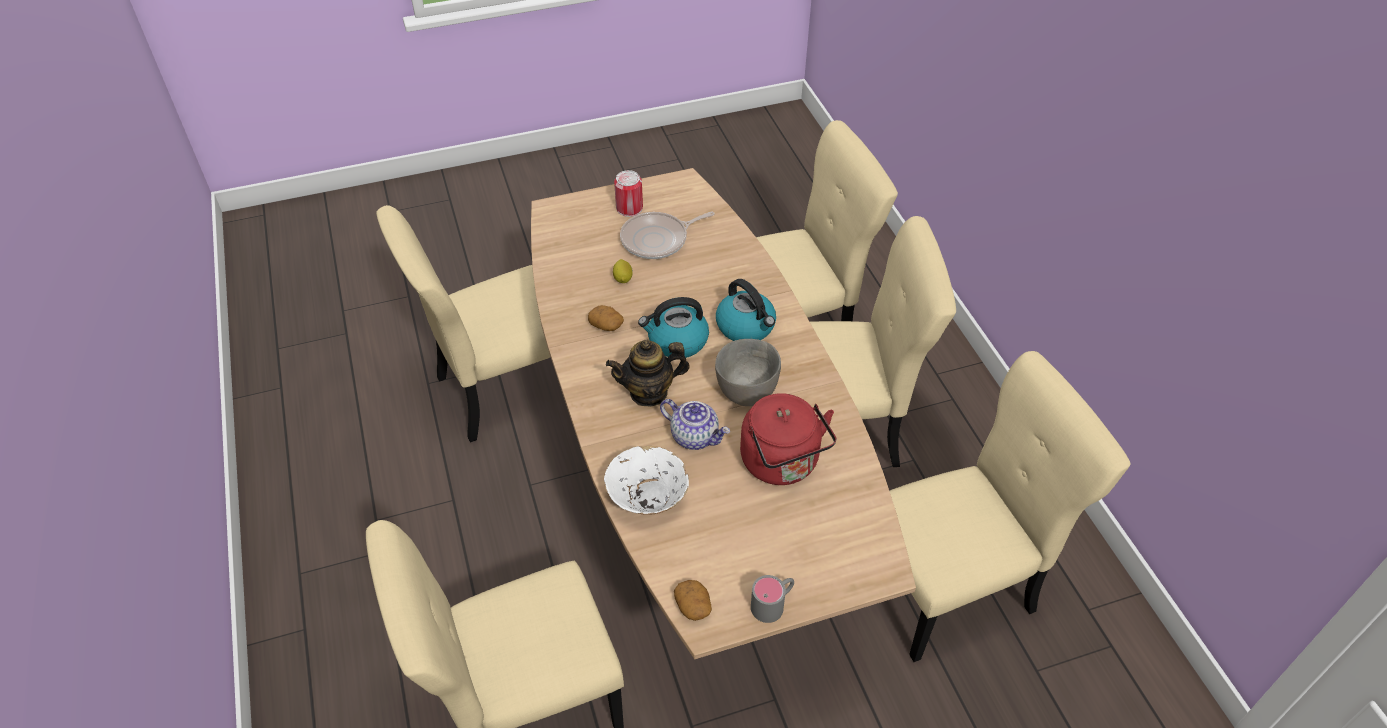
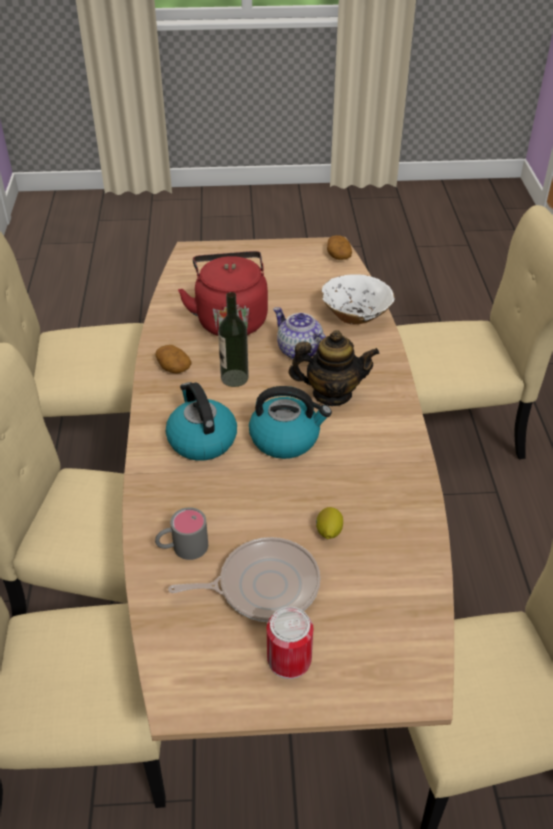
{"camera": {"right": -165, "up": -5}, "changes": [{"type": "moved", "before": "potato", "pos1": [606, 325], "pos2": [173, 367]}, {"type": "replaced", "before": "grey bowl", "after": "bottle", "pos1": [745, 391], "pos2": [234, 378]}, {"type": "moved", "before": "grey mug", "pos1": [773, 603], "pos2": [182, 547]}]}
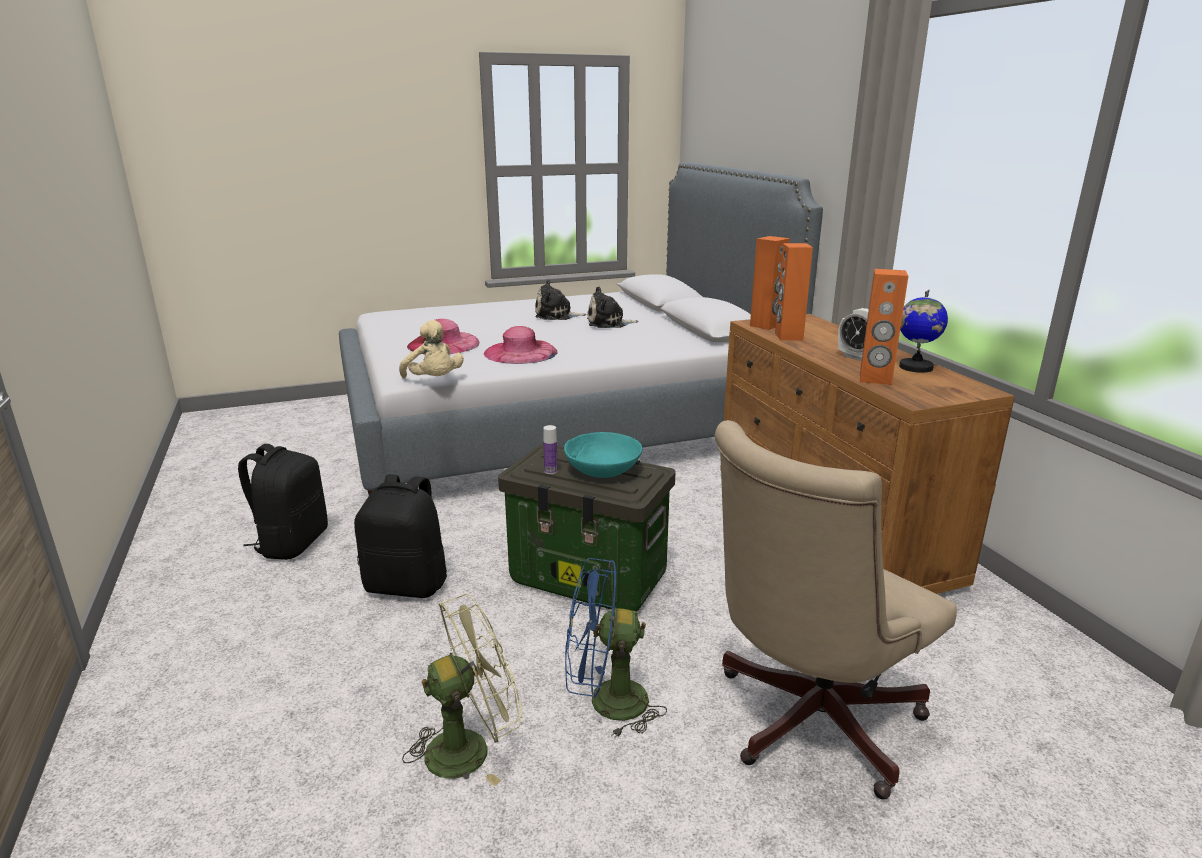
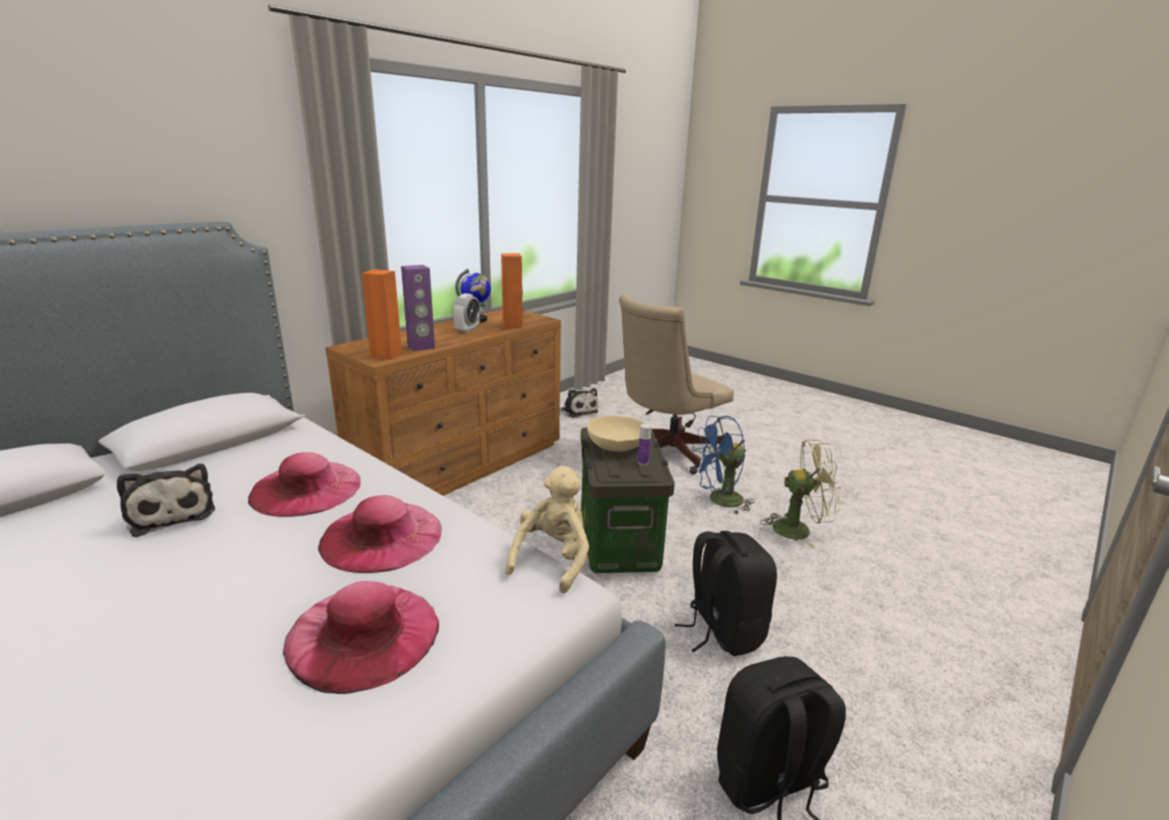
{"camera": {"right": -120, "up": 0}, "changes": [{"type": "turned", "before": "green fan", "pos1": [470, 747], "pos2": [799, 529], "turn": 150}, {"type": "moved", "before": "plush toy", "pos1": [556, 316], "pos2": [578, 411]}, {"type": "recoloured", "before": "turquoise bowl", "after": "beige bowl", "pos1": [602, 470], "pos2": [617, 445]}, {"type": "turned", "before": "blue fan", "pos1": [605, 703], "pos2": [719, 501], "turn": 105}, {"type": "turned", "before": "beige office chair", "pos1": [807, 723], "pos2": [665, 452], "turn": 120}, {"type": "recoloured", "before": "orange speaker", "after": "purple speaker", "pos1": [788, 336], "pos2": [421, 347]}, {"type": "added", "after": "pink hat", "pos2": [306, 488]}]}
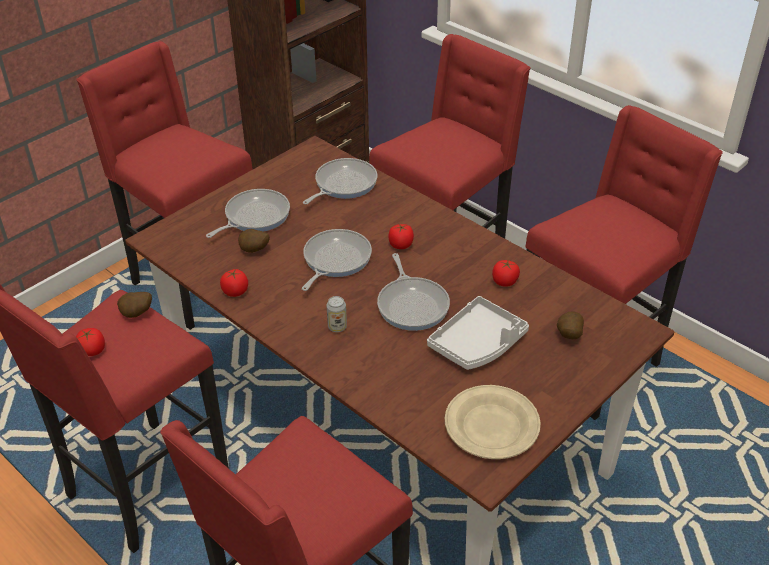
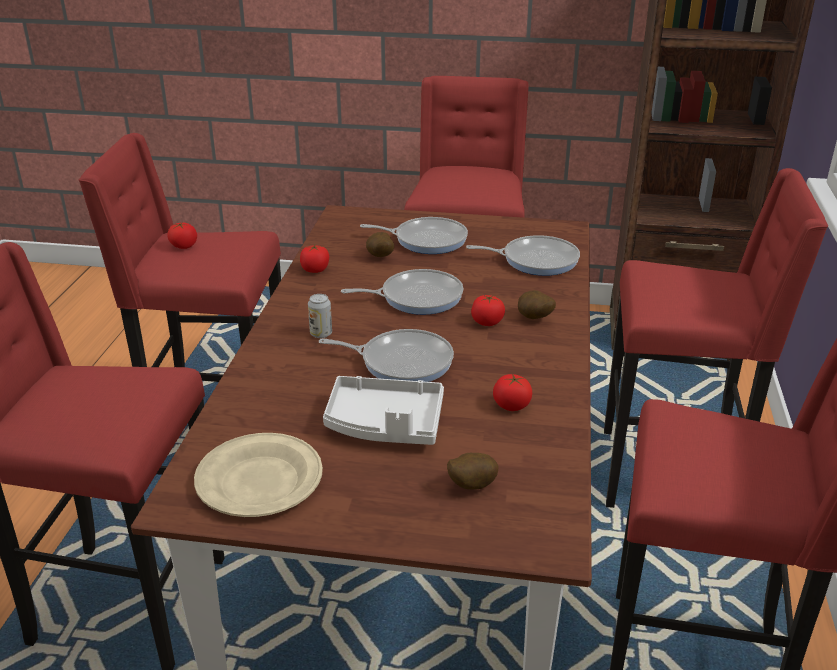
{"camera": {"right": 55, "up": -10}, "changes": [{"type": "moved", "before": "potato", "pos1": [137, 314], "pos2": [534, 319]}, {"type": "turned", "before": "frying pan", "pos1": [412, 304], "pos2": [401, 362], "turn": -120}]}
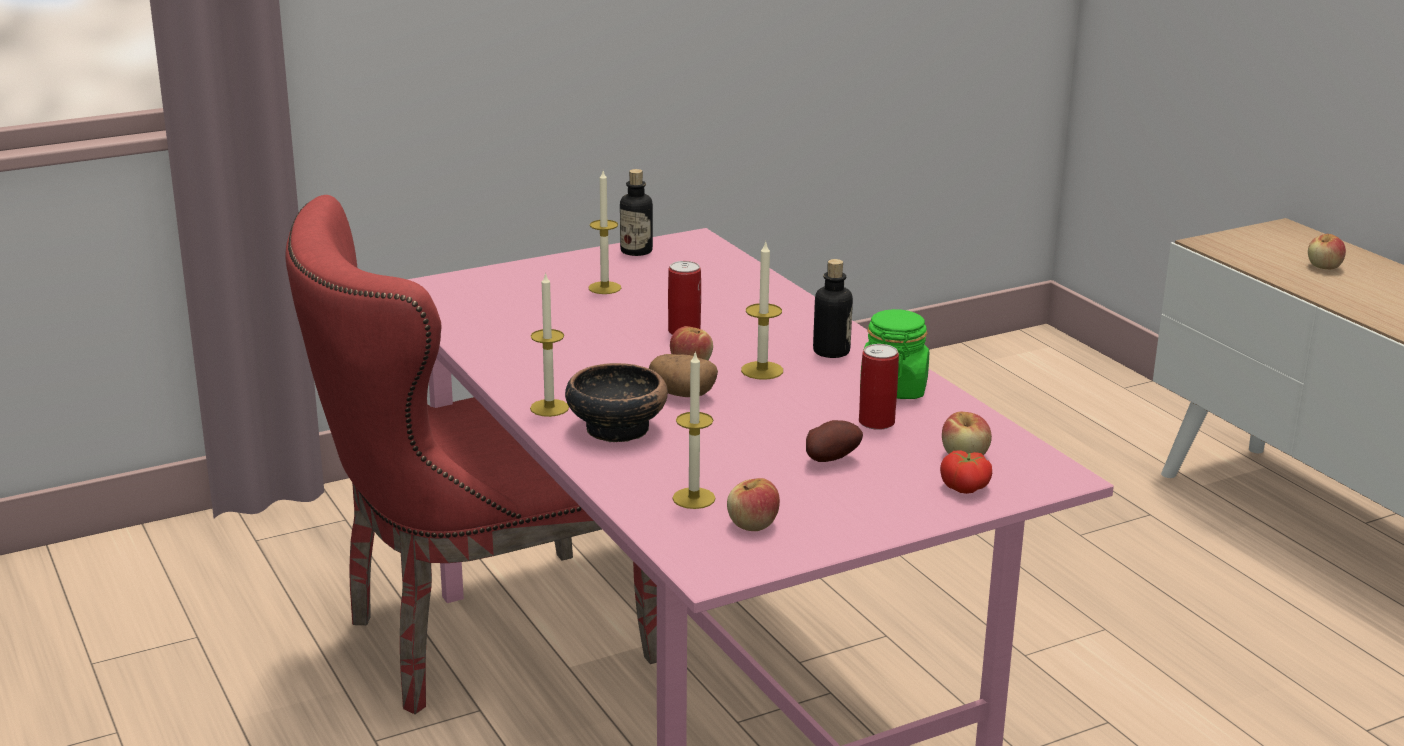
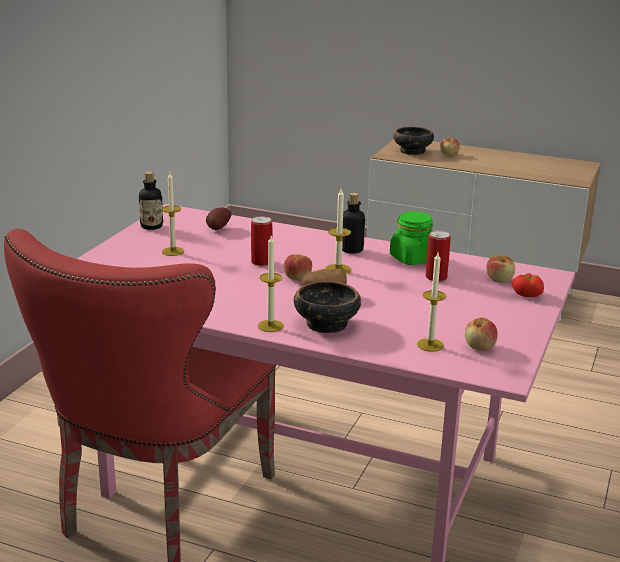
{"camera": {"right": -40, "up": 0}, "changes": [{"type": "moved", "before": "potato", "pos1": [830, 459], "pos2": [217, 229]}, {"type": "added", "after": "bowl", "pos2": [412, 151]}]}
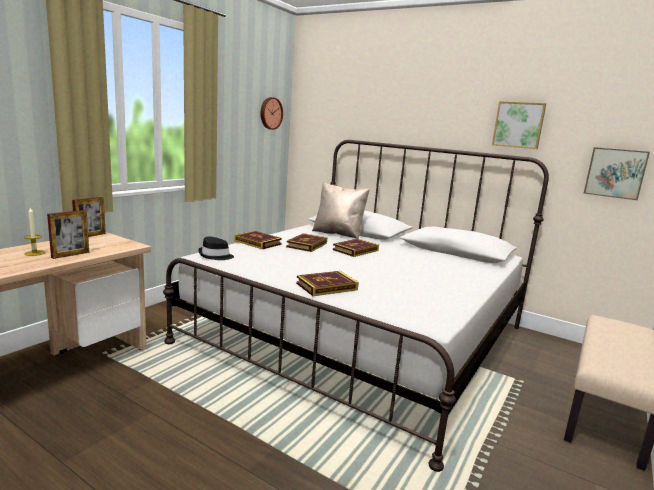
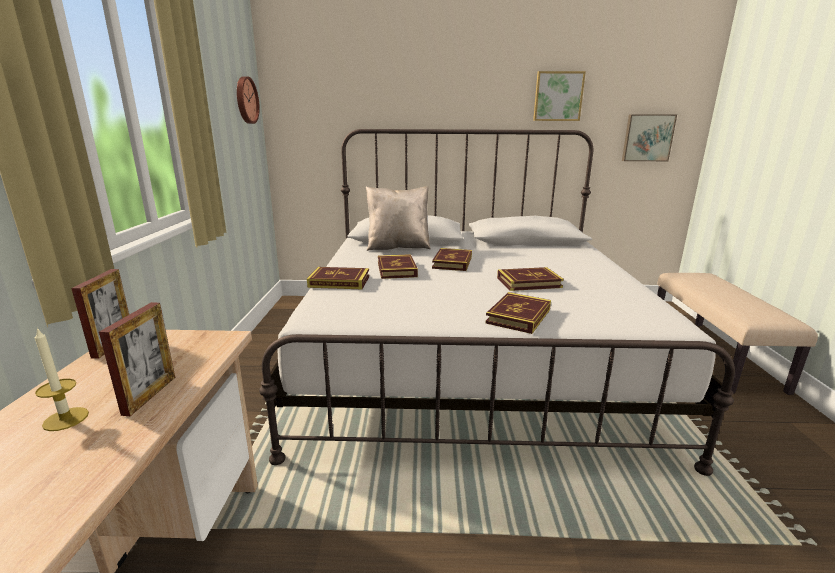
{"camera": {"right": -30, "up": 5}, "changes": [{"type": "removed", "before": "black hat", "pos1": [215, 256]}, {"type": "added", "after": "book", "pos2": [528, 282]}]}
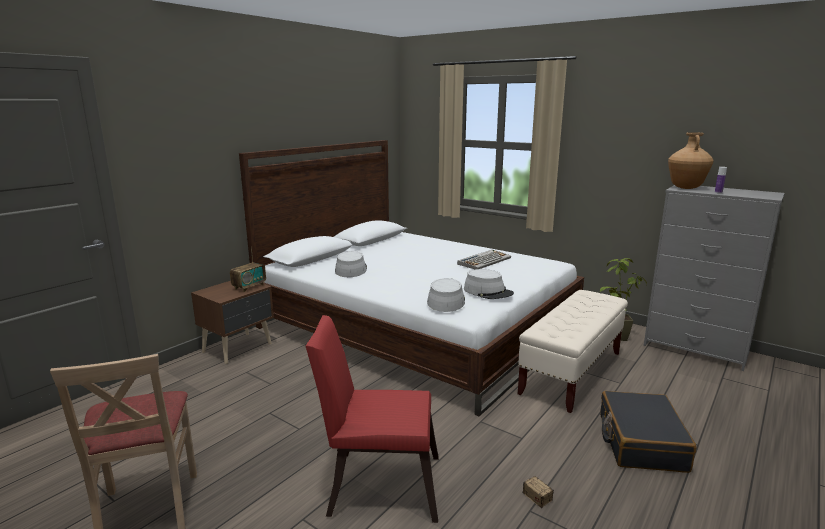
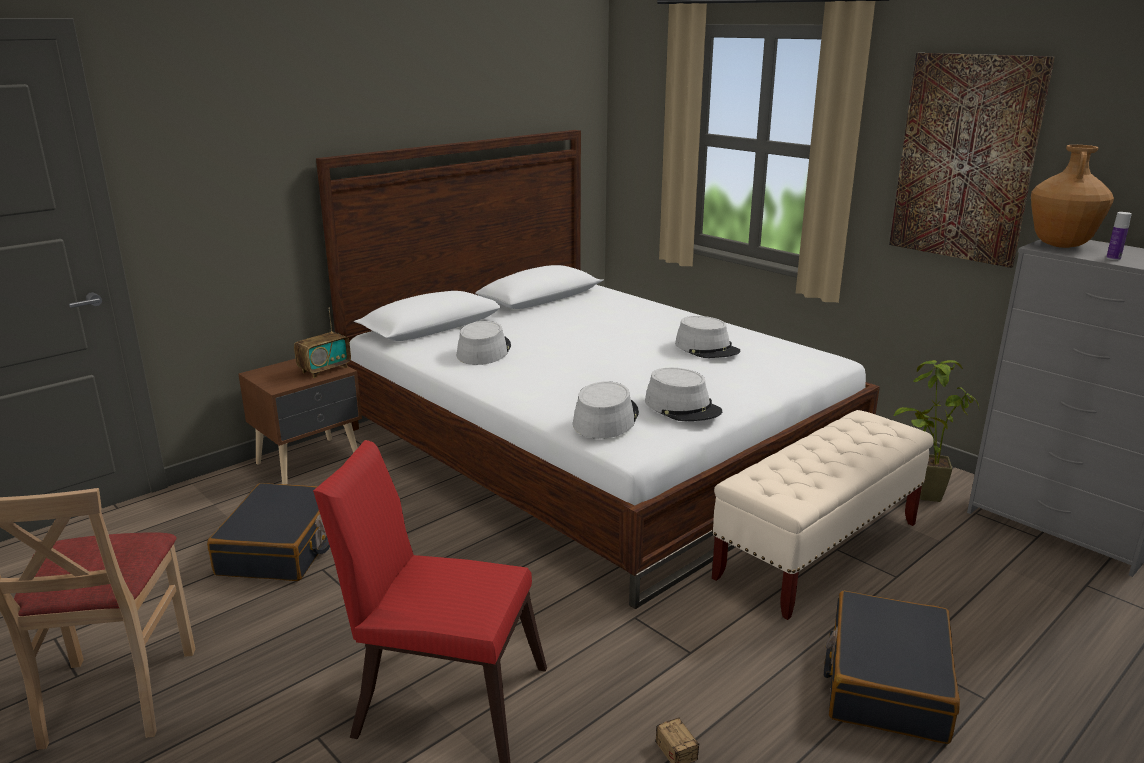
{"camera": {"right": 10, "up": 5}, "changes": [{"type": "replaced", "before": "keyboard", "after": "grey hat", "pos1": [484, 261], "pos2": [707, 348]}, {"type": "added", "after": "black suitcase", "pos2": [282, 547]}, {"type": "added", "after": "picture", "pos2": [966, 158]}]}
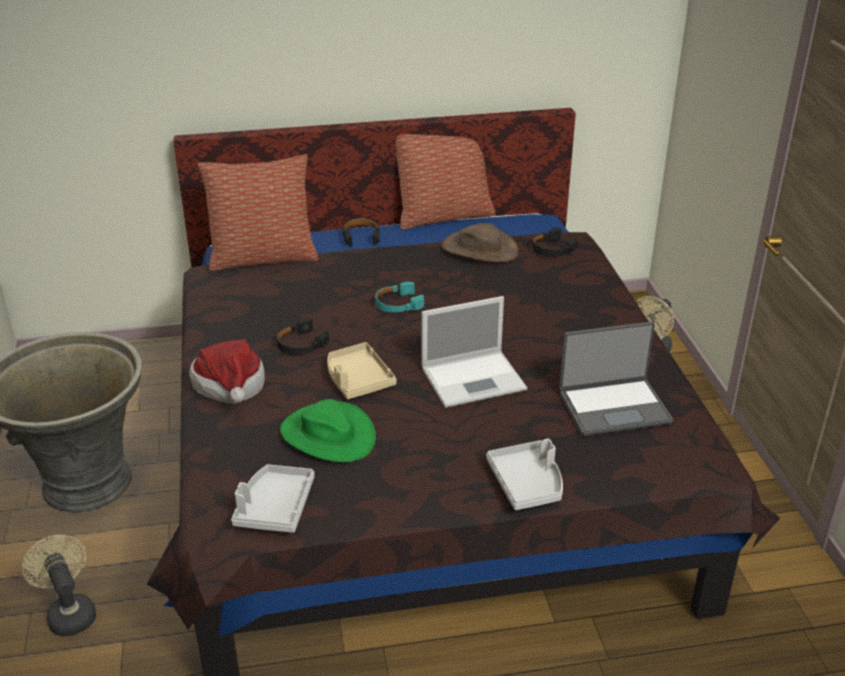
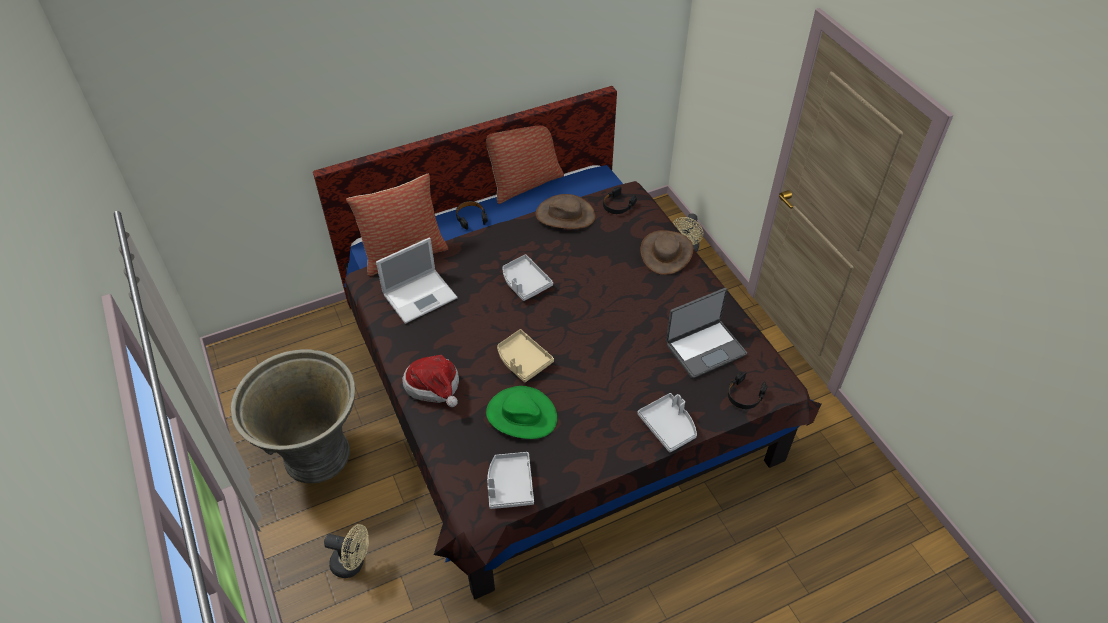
{"camera": {"right": -15, "up": 15}, "changes": [{"type": "turned", "before": "beige fan", "pos1": [69, 612], "pos2": [353, 564], "turn": 150}, {"type": "moved", "before": "black headphones", "pos1": [300, 344], "pos2": [744, 395]}, {"type": "replaced", "before": "turquoise headphones", "after": "grey tray", "pos1": [398, 304], "pos2": [525, 283]}, {"type": "moved", "before": "laptop", "pos1": [475, 378], "pos2": [421, 295]}, {"type": "added", "after": "brown hat", "pos2": [666, 253]}]}
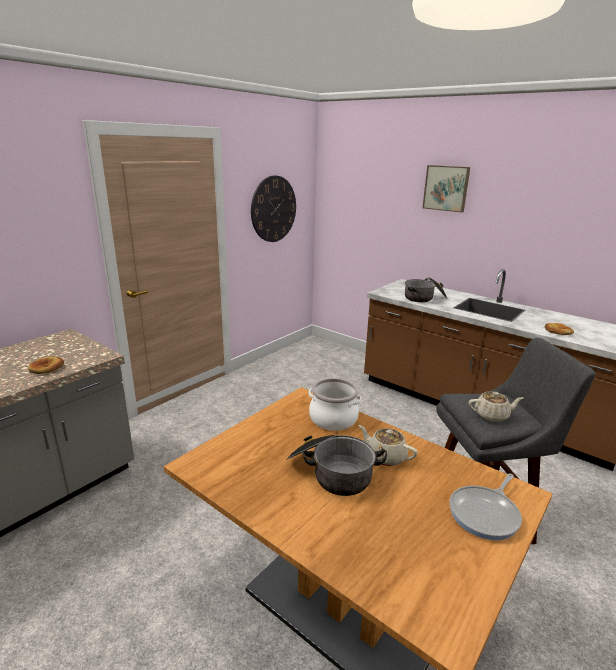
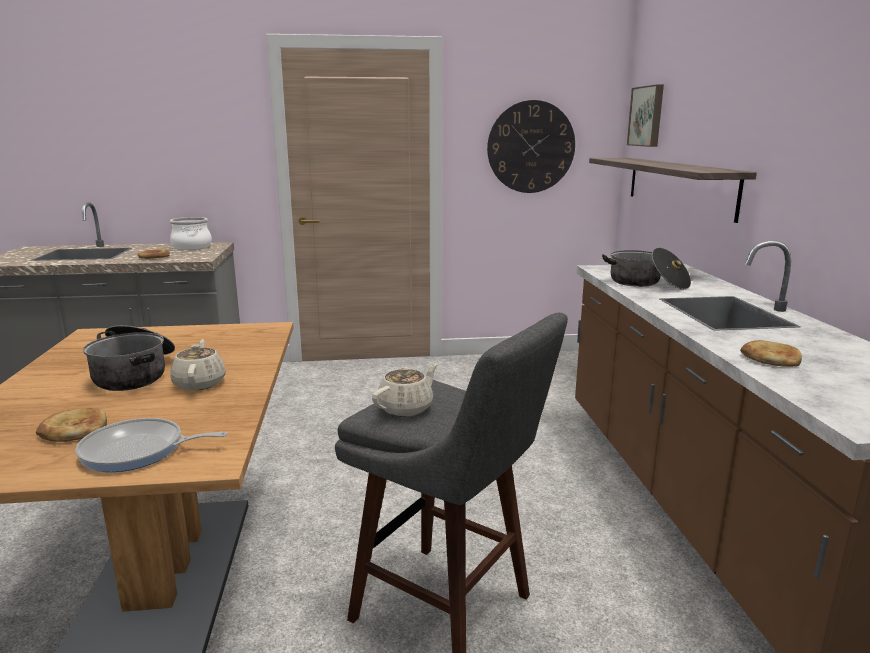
{"camera": {"right": 45, "up": -5}, "changes": [{"type": "moved", "before": "cooking pot", "pos1": [333, 418], "pos2": [192, 247]}, {"type": "moved", "before": "picture", "pos1": [446, 188], "pos2": [647, 116]}, {"type": "turned", "before": "beige teapot", "pos1": [492, 416], "pos2": [406, 408], "turn": -90}, {"type": "added", "after": "bread", "pos2": [74, 430]}, {"type": "added", "after": "shelf", "pos2": [678, 185]}]}
